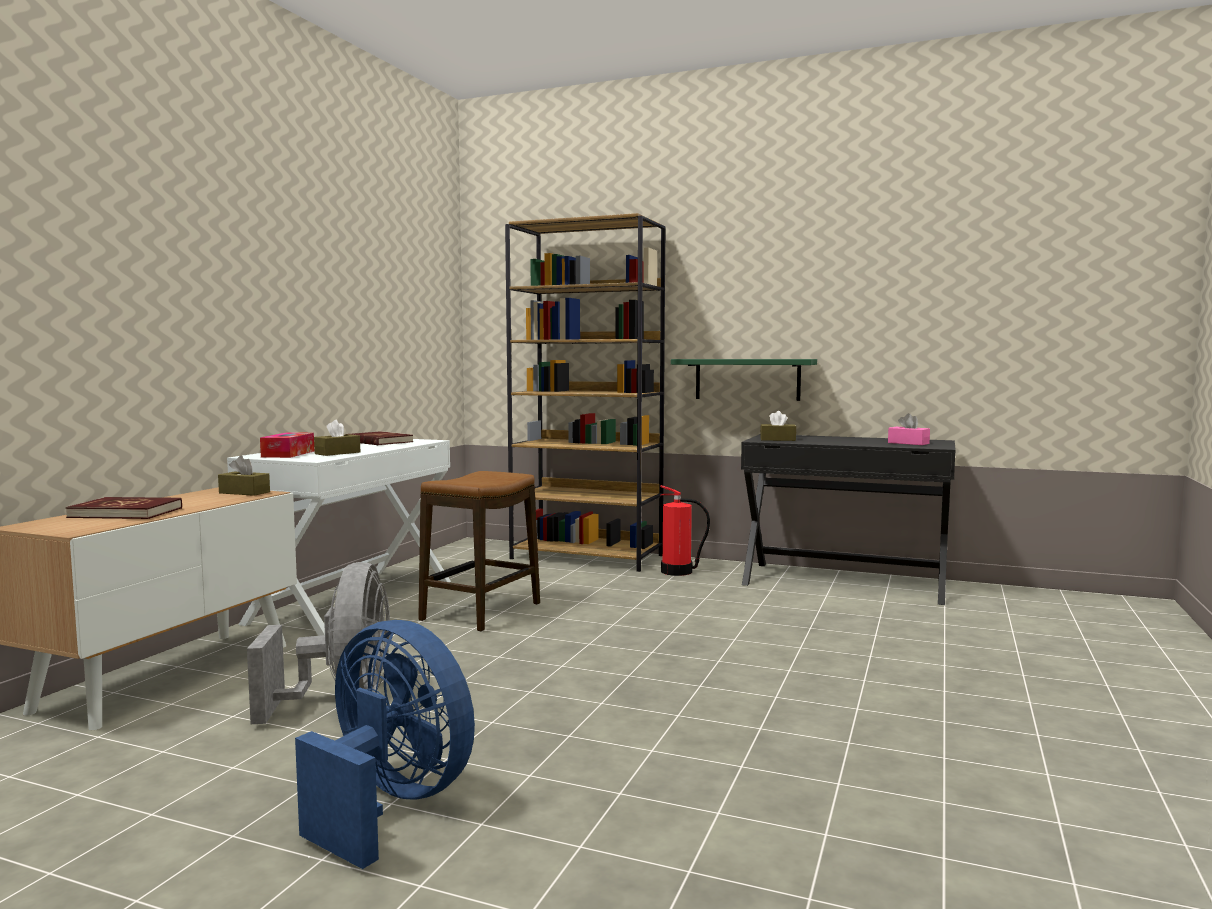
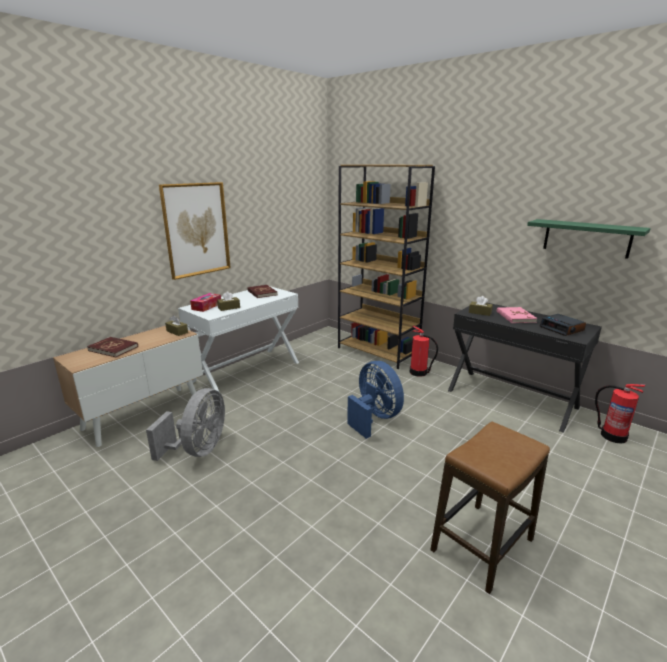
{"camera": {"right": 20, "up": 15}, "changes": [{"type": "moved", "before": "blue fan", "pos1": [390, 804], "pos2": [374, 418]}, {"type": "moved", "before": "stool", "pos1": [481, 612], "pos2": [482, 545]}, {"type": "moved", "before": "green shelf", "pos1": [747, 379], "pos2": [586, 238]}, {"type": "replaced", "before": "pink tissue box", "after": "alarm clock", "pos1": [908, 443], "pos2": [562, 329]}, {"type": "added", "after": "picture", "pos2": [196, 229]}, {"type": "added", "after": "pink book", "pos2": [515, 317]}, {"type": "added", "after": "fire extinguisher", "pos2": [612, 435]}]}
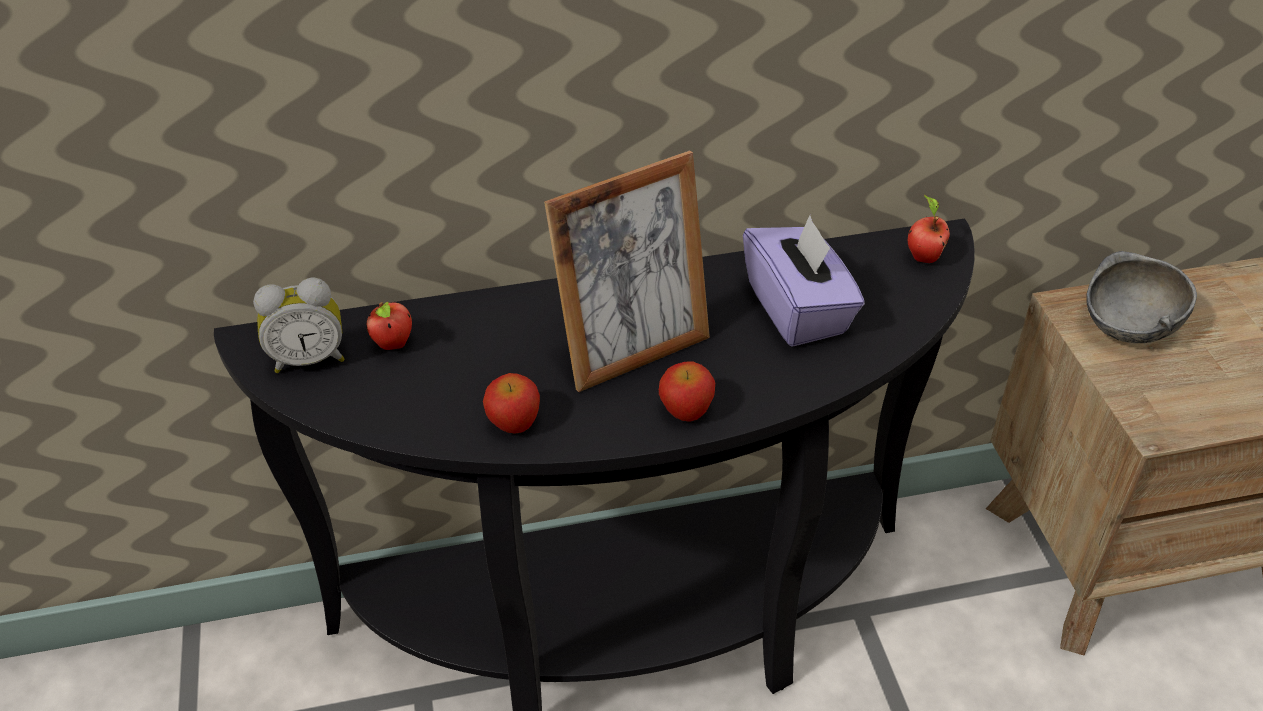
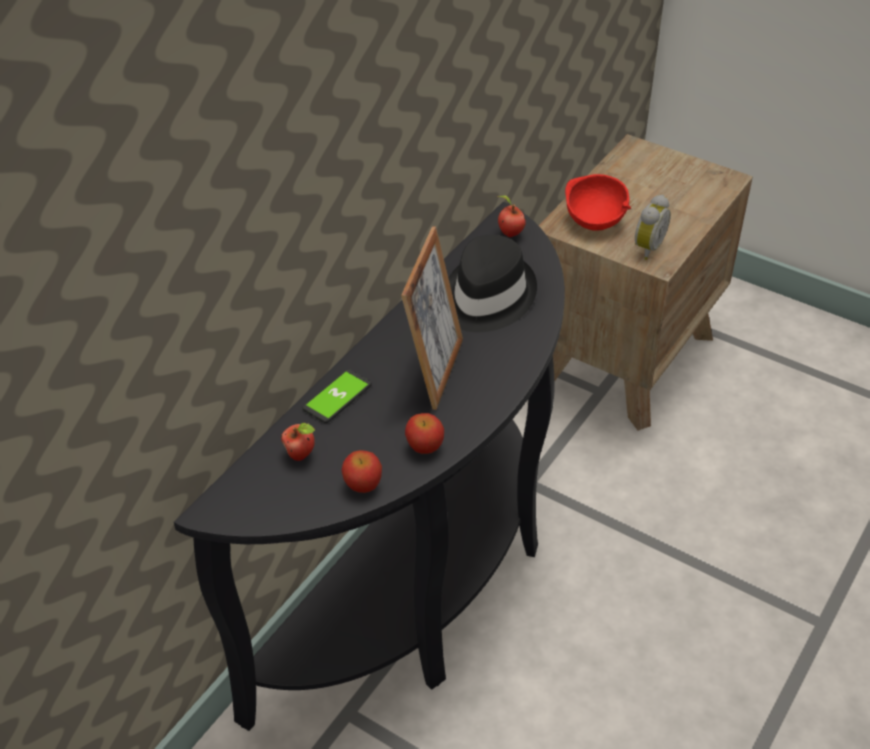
{"camera": {"right": -45, "up": 0}, "changes": [{"type": "moved", "before": "alarm clock", "pos1": [309, 358], "pos2": [646, 248]}, {"type": "moved", "before": "apple", "pos1": [686, 410], "pos2": [362, 484]}, {"type": "replaced", "before": "purple tissue box", "after": "black hat", "pos1": [798, 309], "pos2": [486, 297]}, {"type": "recoloured", "before": "grey bowl", "after": "red bowl", "pos1": [1128, 327], "pos2": [595, 221]}, {"type": "added", "after": "phone", "pos2": [337, 397]}]}
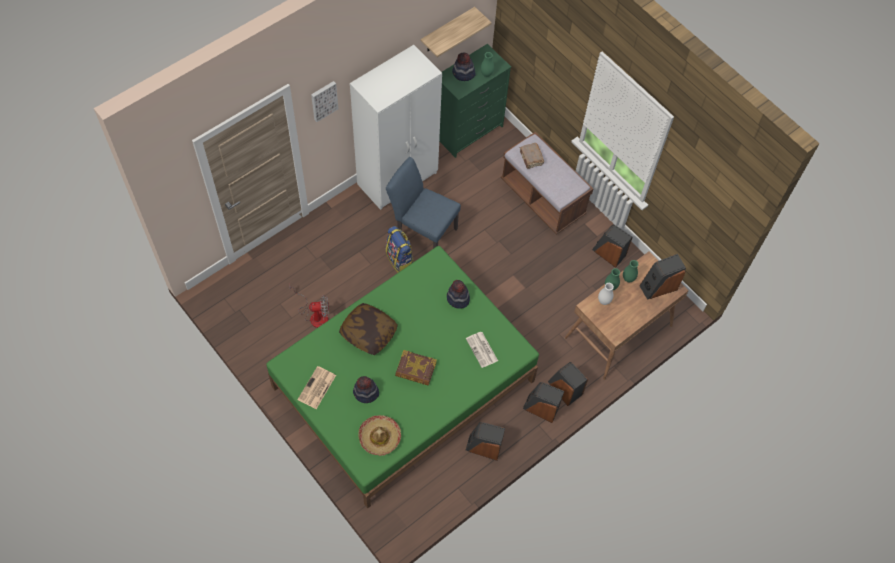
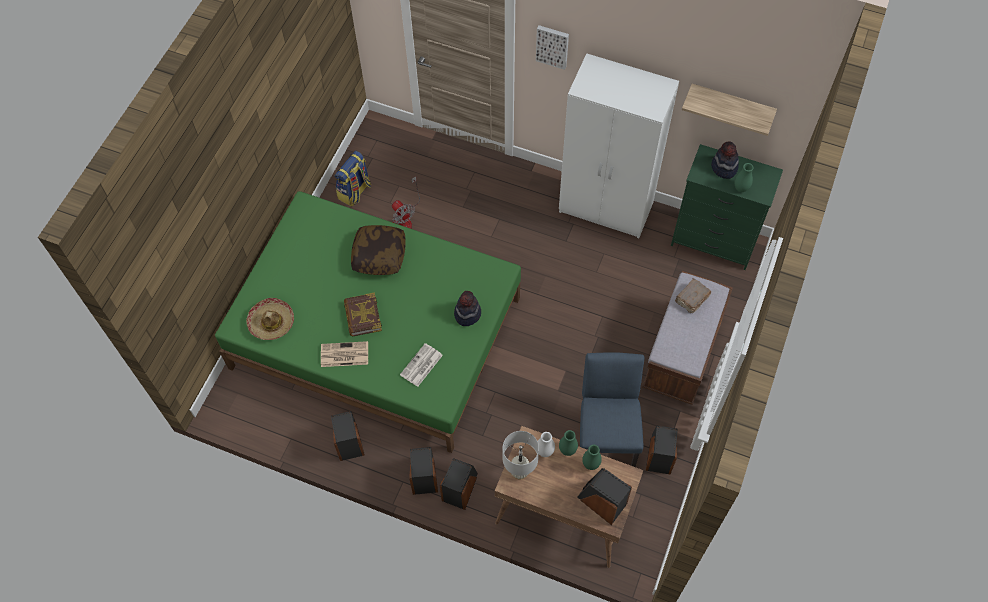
{"camera": {"right": 65, "up": 0}, "changes": [{"type": "moved", "before": "newspaper", "pos1": [316, 388], "pos2": [344, 355]}, {"type": "removed", "before": "hat", "pos1": [366, 393]}, {"type": "moved", "before": "blue chair", "pos1": [422, 230], "pos2": [607, 433]}, {"type": "moved", "before": "backpack", "pos1": [400, 260], "pos2": [355, 192]}, {"type": "added", "after": "white table lamp", "pos2": [519, 471]}]}
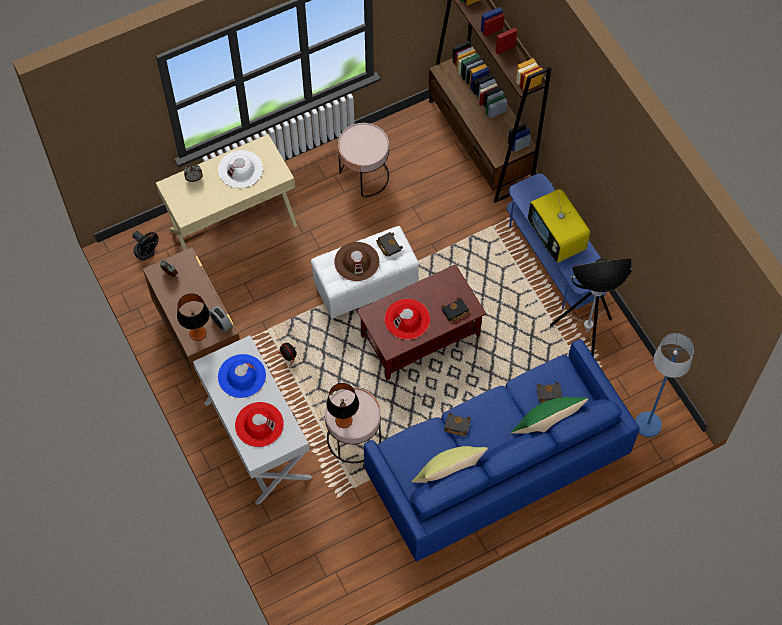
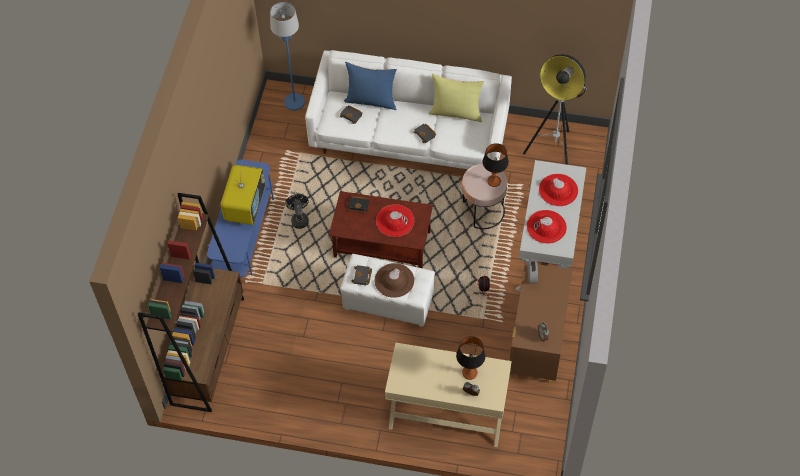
{"camera": {"right": -140, "up": -5}, "changes": [{"type": "moved", "before": "black fan", "pos1": [147, 253], "pos2": [299, 219]}, {"type": "moved", "before": "table lamp", "pos1": [198, 333], "pos2": [469, 373]}, {"type": "removed", "before": "white hat", "pos1": [240, 169]}, {"type": "recoloured", "before": "blue hat", "after": "red hat", "pos1": [241, 376], "pos2": [546, 227]}, {"type": "removed", "before": "pink side table", "pos1": [364, 176]}, {"type": "recoloured", "before": "blue sofa", "after": "white sofa", "pos1": [494, 468], "pos2": [410, 138]}, {"type": "recoloured", "before": "green pillow", "after": "blue pillow", "pos1": [546, 426], "pos2": [371, 100]}, {"type": "moved", "before": "floor lamp", "pos1": [584, 341], "pos2": [554, 152]}]}
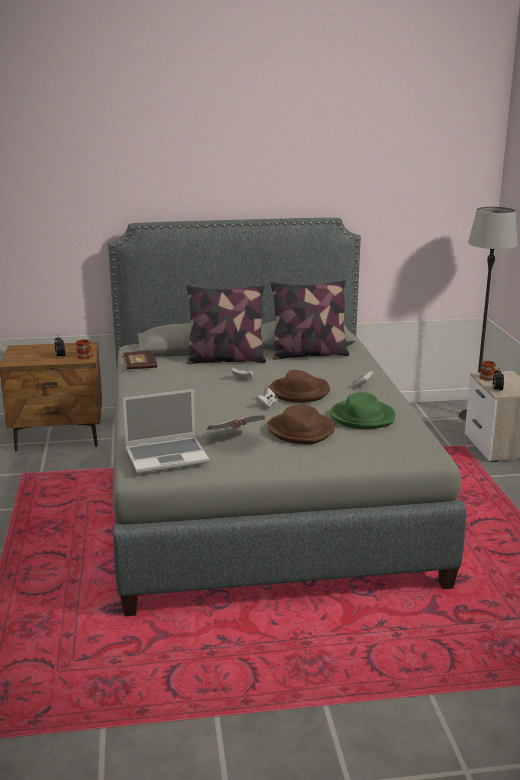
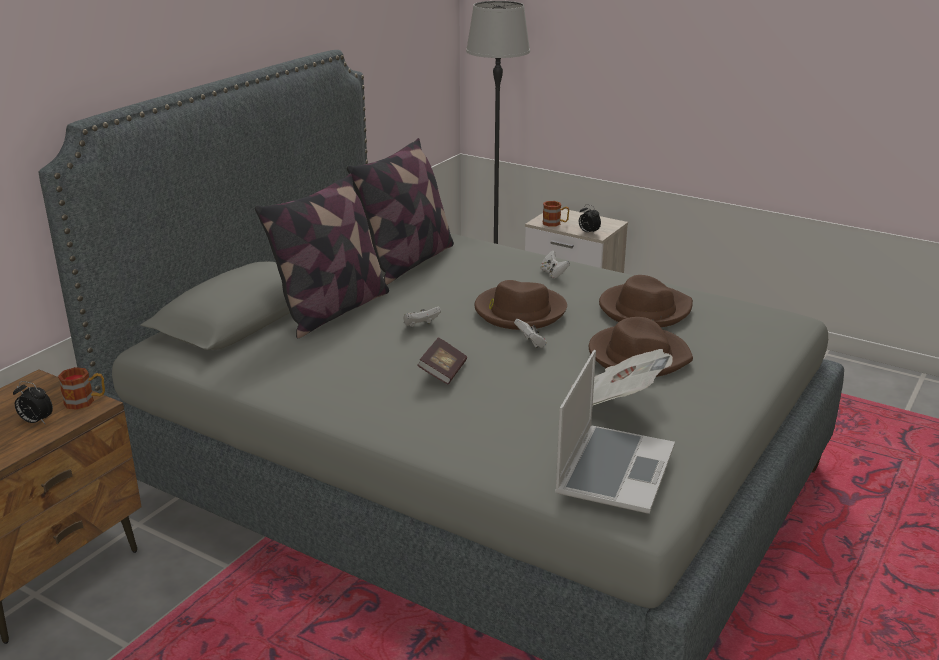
{"camera": {"right": -50, "up": 5}, "changes": [{"type": "moved", "before": "book", "pos1": [140, 367], "pos2": [443, 372]}, {"type": "recoloured", "before": "green hat", "after": "brown hat", "pos1": [362, 417], "pos2": [644, 309]}]}
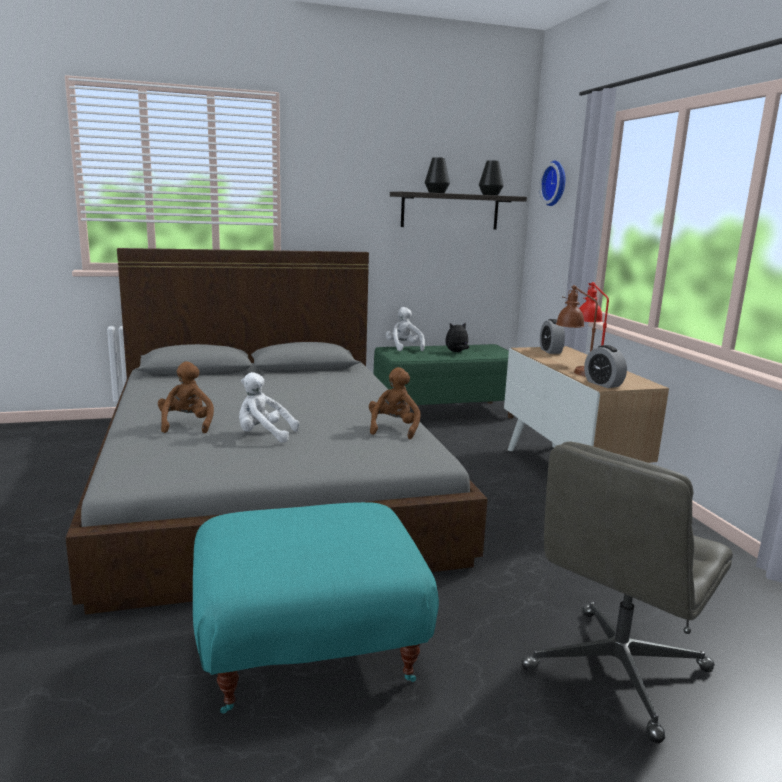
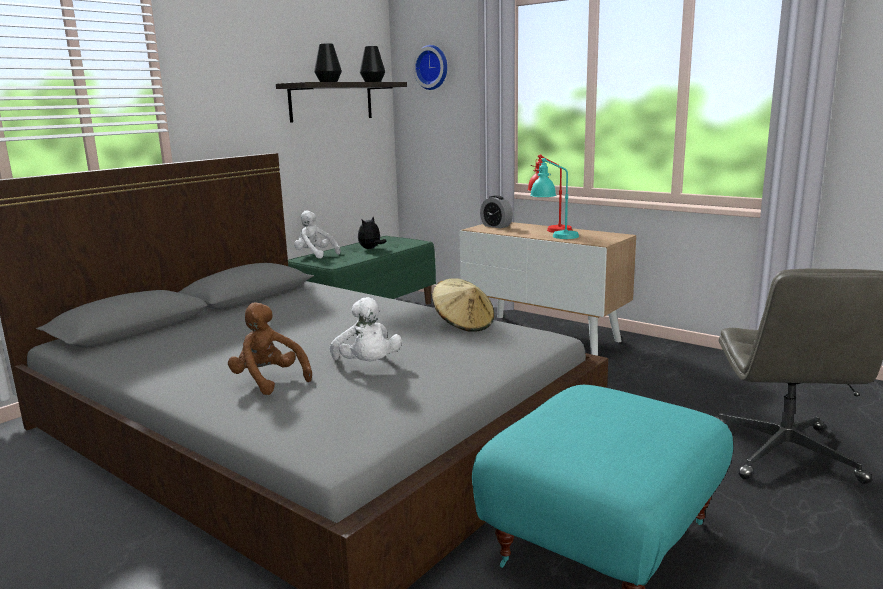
{"camera": {"right": -35, "up": 0}, "changes": [{"type": "turned", "before": "white plush toy", "pos1": [263, 435], "pos2": [367, 365], "turn": -90}, {"type": "replaced", "before": "brown plush toy", "after": "beige hat", "pos1": [393, 429], "pos2": [463, 324]}, {"type": "recoloured", "before": "brown table lamp", "after": "turquoise table lamp", "pos1": [576, 371], "pos2": [554, 236]}, {"type": "removed", "before": "alarm clock", "pos1": [603, 384]}]}
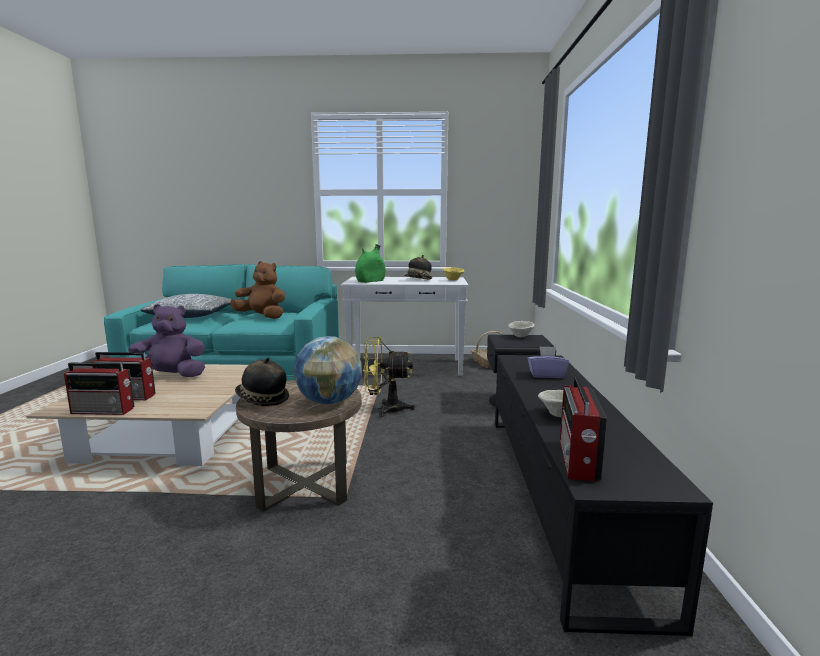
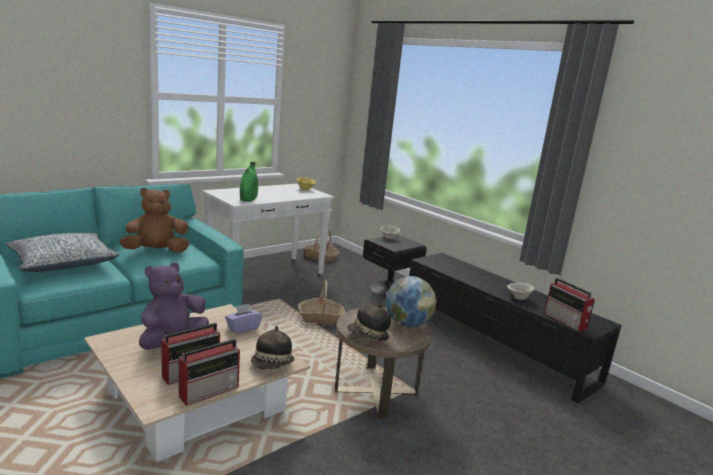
{"camera": {"right": -45, "up": 5}, "changes": [{"type": "replaced", "before": "yellow fan", "after": "basket", "pos1": [385, 409], "pos2": [321, 318]}, {"type": "moved", "before": "hat", "pos1": [418, 280], "pos2": [272, 365]}, {"type": "moved", "before": "purple tissue box", "pos1": [546, 375], "pos2": [243, 328]}]}
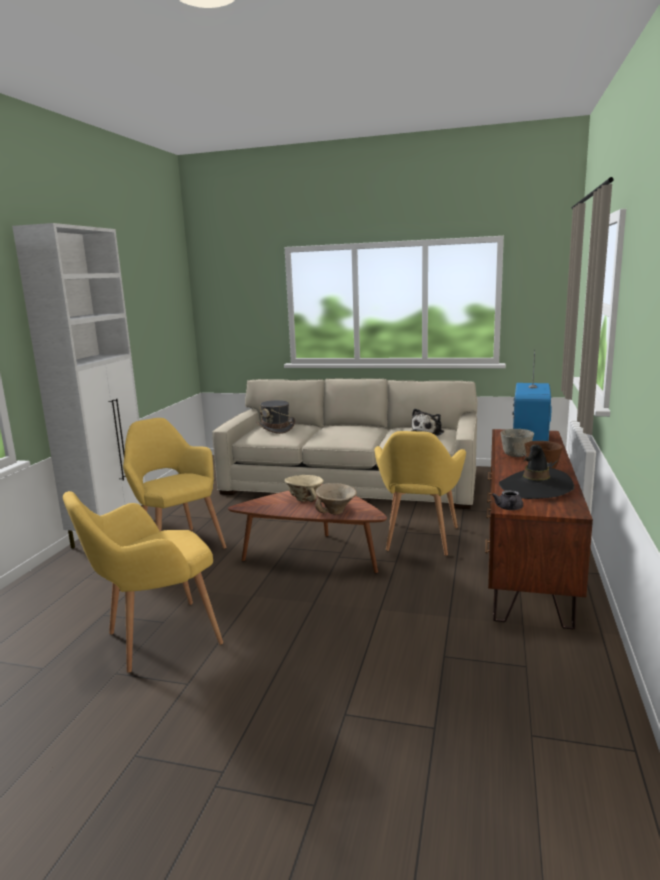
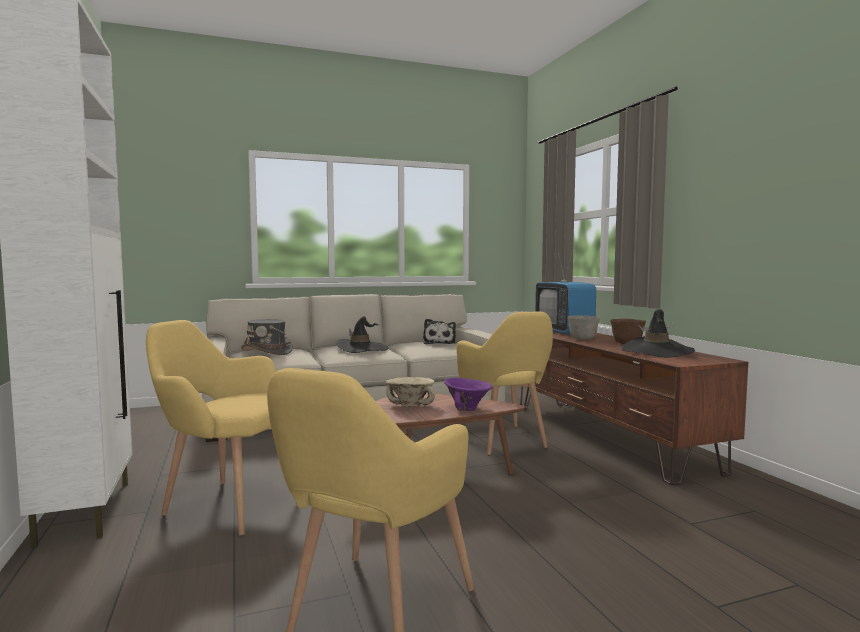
{"camera": {"right": -35, "up": -10}, "changes": [{"type": "recoloured", "before": "beige bowl", "after": "purple bowl", "pos1": [337, 512], "pos2": [468, 409]}, {"type": "removed", "before": "grey teapot", "pos1": [509, 509]}, {"type": "added", "after": "black hat", "pos2": [362, 349]}]}
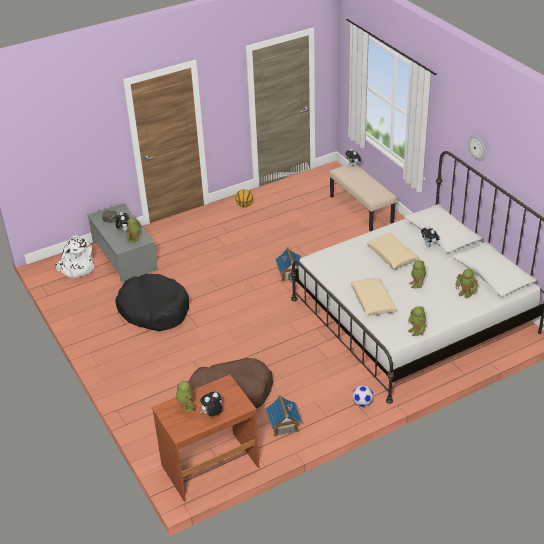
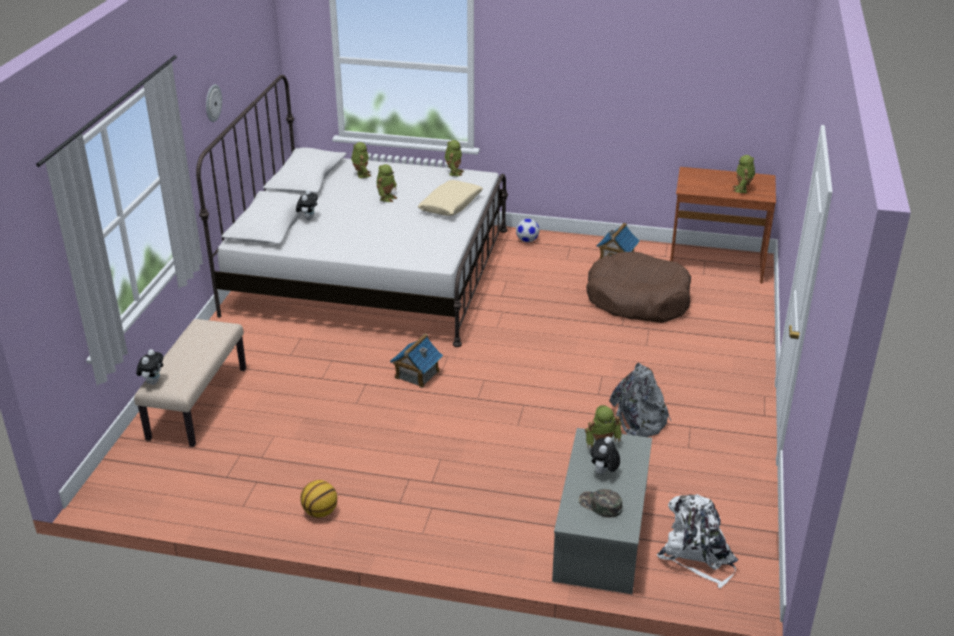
{"camera": {"right": -140, "up": -5}, "changes": [{"type": "replaced", "before": "black dog bed", "after": "grey backpack", "pos1": [154, 310], "pos2": [636, 423]}, {"type": "removed", "before": "plush toy", "pos1": [212, 414]}, {"type": "removed", "before": "beige pillow", "pos1": [392, 255]}]}
